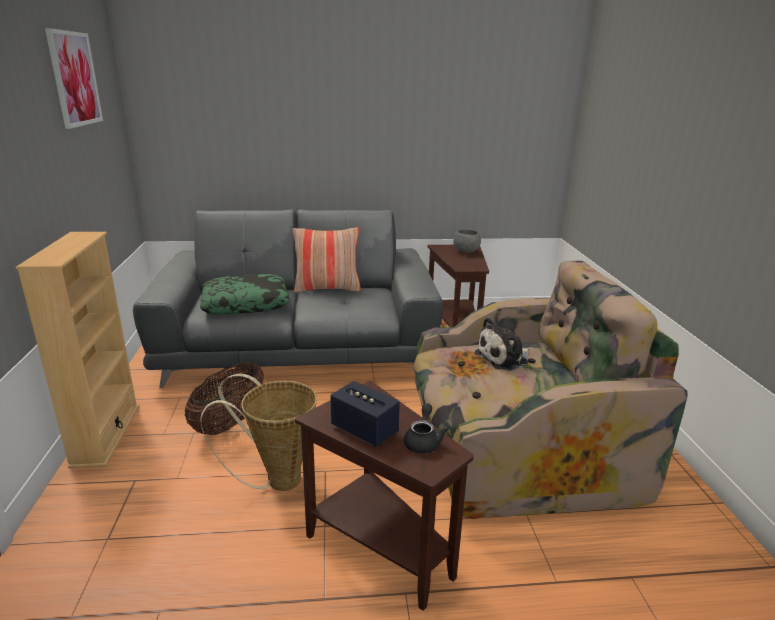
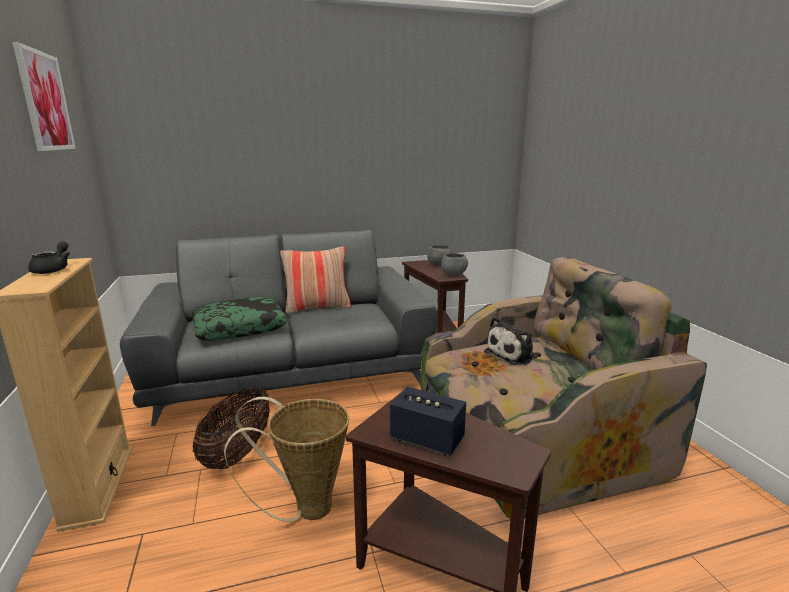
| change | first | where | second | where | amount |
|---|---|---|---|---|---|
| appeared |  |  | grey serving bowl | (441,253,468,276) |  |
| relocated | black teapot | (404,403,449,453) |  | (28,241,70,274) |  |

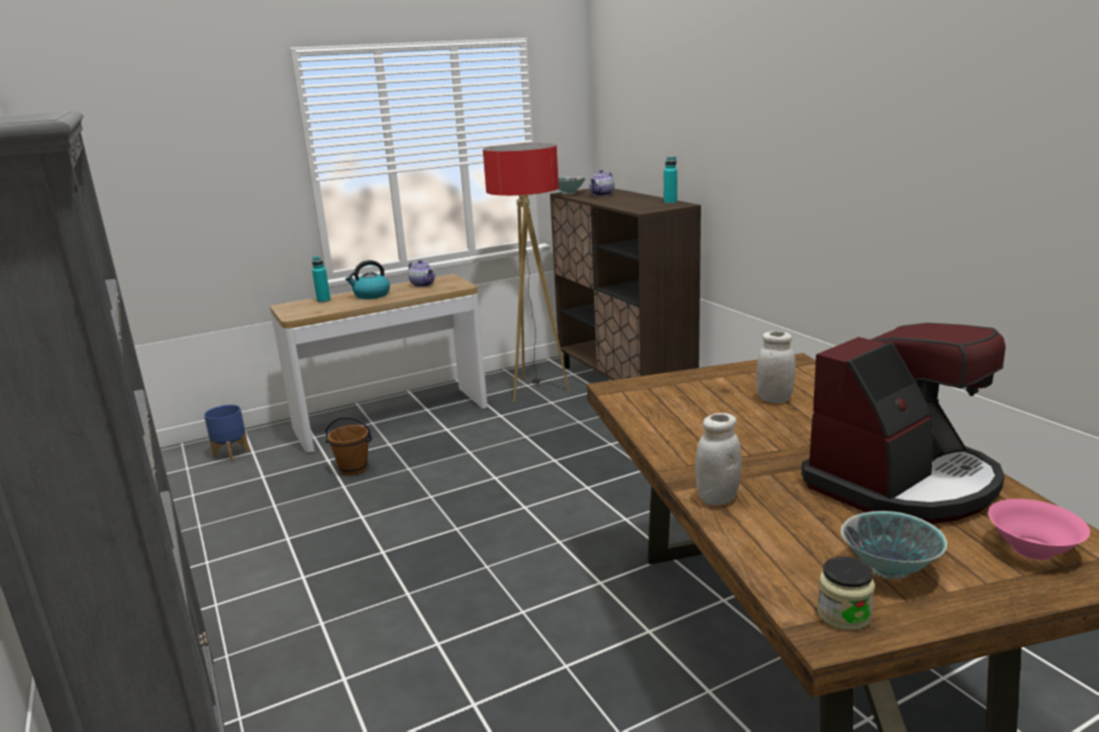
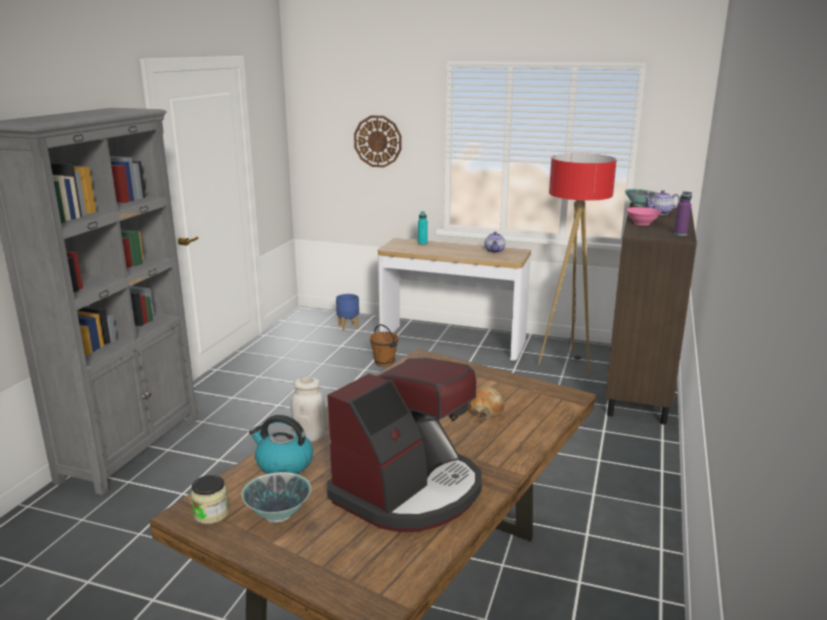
| change | first | where | second | where | amount |
|---|---|---|---|---|---|
| appeared |  |  | hanging clock | (354,115,402,167) |  |
| relocated | tea kettle | (346,260,390,299) |  | (249,415,313,474) |  |
| relocated | pinkish serving bowl | (988,499,1090,560) |  | (626,207,662,225) |  |
| exchanged | white-coloured jar | (756,331,795,403) | bread | (467,386,505,418) |  |
| colour | blue-green beverage bottle | (664,157,677,204) | purplish beverage bottle | (674,191,692,236) |  |
| spun | coffee maker | (801,323,1006,524) |  | (327,358,482,532) | 60 degrees counterclockwise |

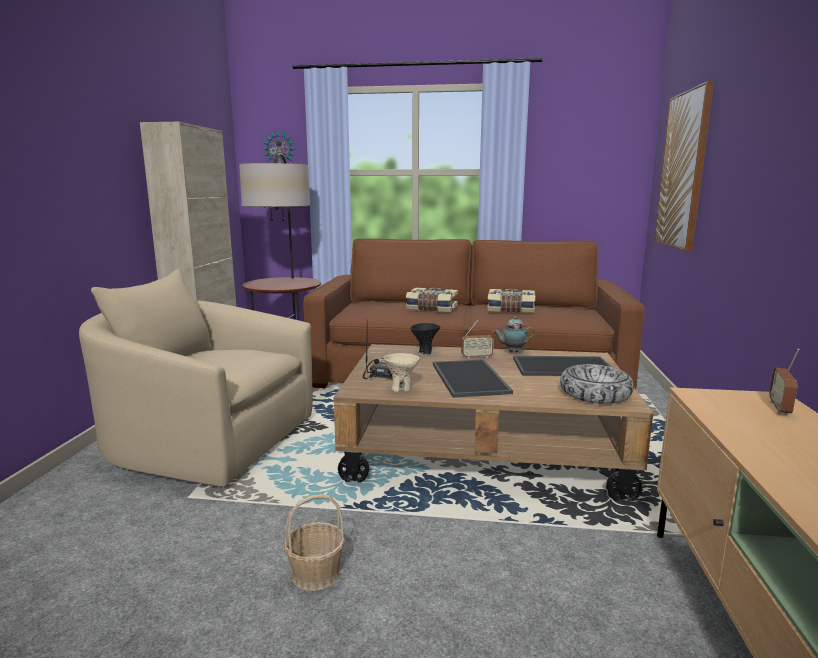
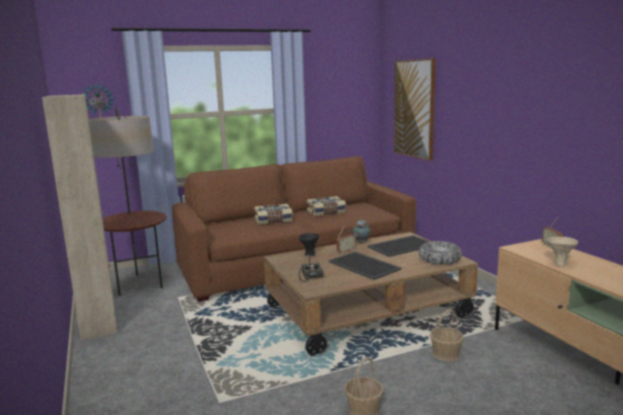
| change | first | where | second | where | amount |
|---|---|---|---|---|---|
| missing | sand-coloured armchair | (79,269,313,487) |  |  |  |
| appeared |  |  | storage basket | (430,310,464,362) |  |
| relocated | sand-coloured serving bowl | (384,353,419,392) |  | (547,237,578,267) |  |

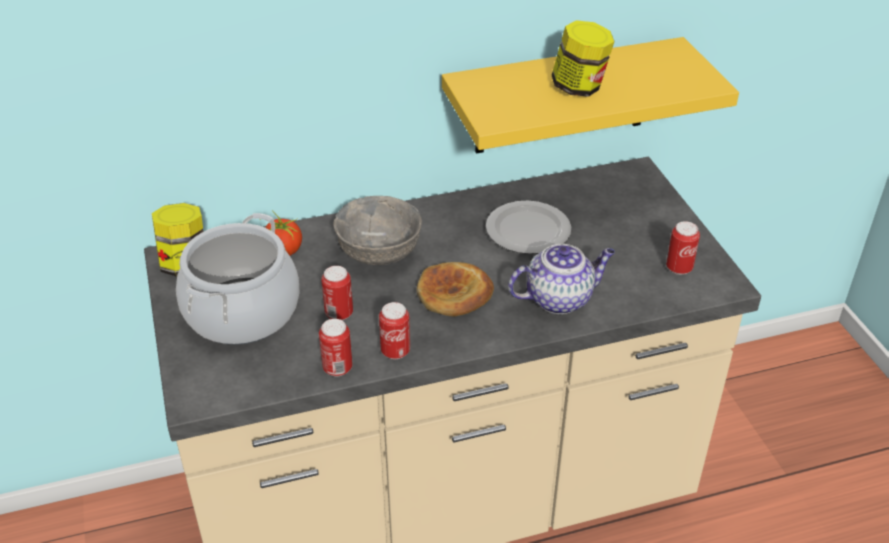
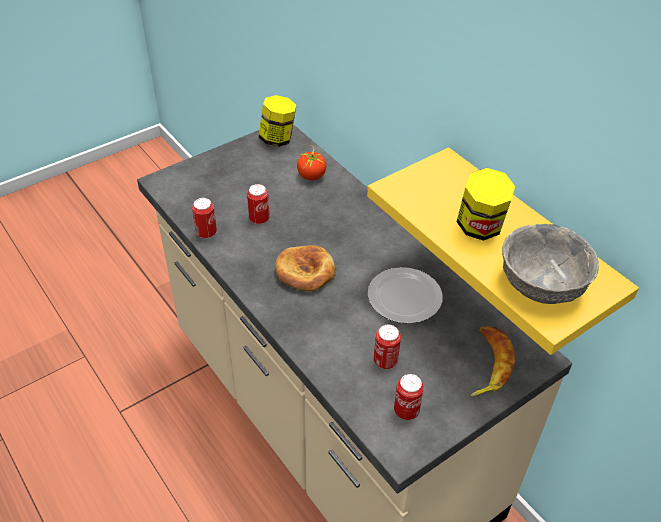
| change | first | where | second | where | amount |
|---|---|---|---|---|---|
| missing | stockpot | (176,213,299,345) |  |  |  |
| missing | teapot | (508,244,615,314) |  |  |  |
| appeared |  |  | banana fruit | (471,326,515,397) |  |
| relocated | grey serving bowl | (333,196,422,265) |  | (502,224,599,304) |  |
| relocated | sealed can | (379,302,410,359) |  | (374,325,401,369) |  |

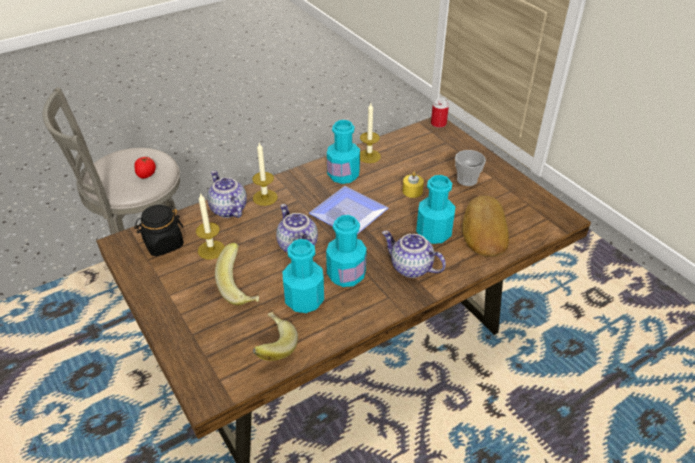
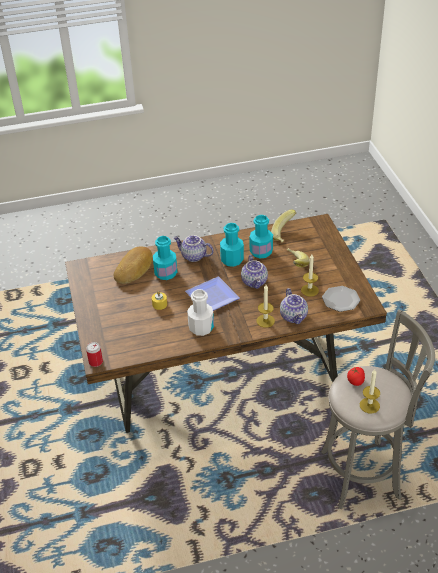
| change | first | where | second | where | amount |
|---|---|---|---|---|---|
| missing | small cup | (455,150,486,186) |  |  |  |
| relocated | wax light | (360,103,381,163) |  | (360,369,380,413) |  |
| exchanged | black jar | (134,205,184,256) | dinner plate | (322,286,360,312) |  |
| colour | blue-green beverage bottle | (327,120,360,184) | white-coloured beverage bottle | (187,289,214,336) |  |
| spun | teapot | (382,231,446,278) |  | (173,235,214,262) | 150 degrees clockwise |

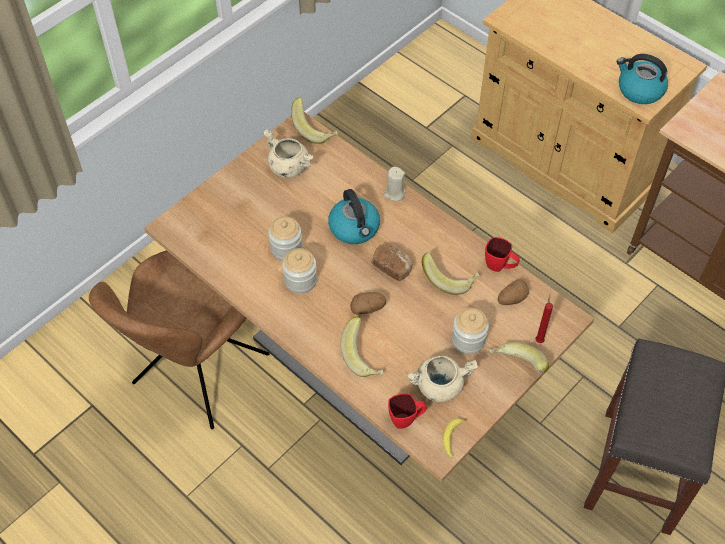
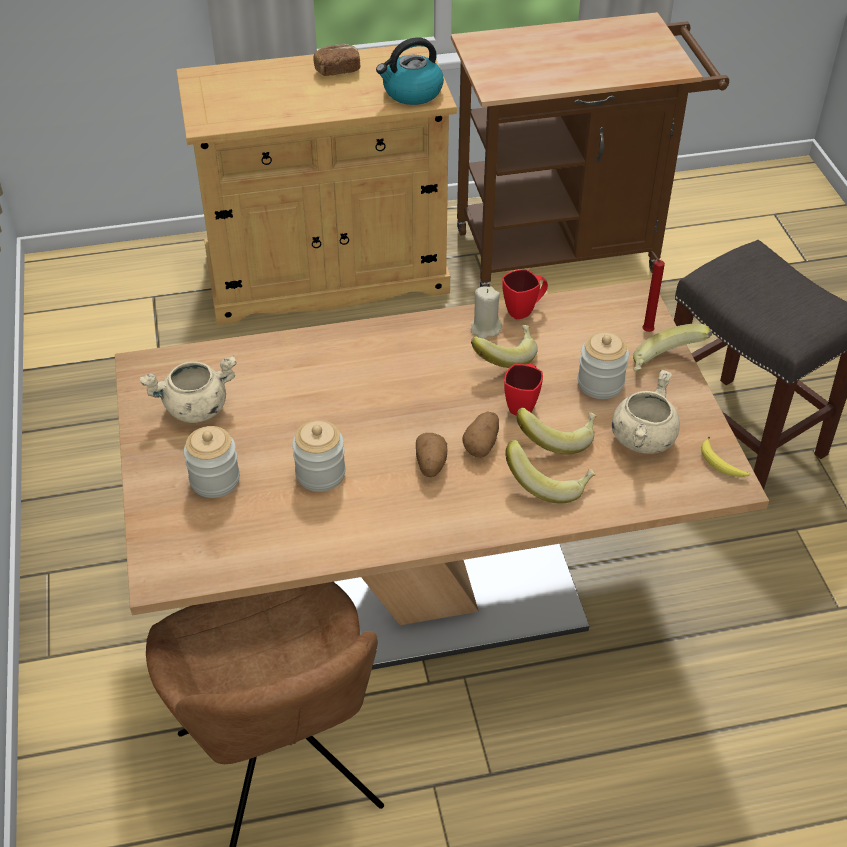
| change | first | where | second | where | amount |
|---|---|---|---|---|---|
| missing | tea kettle | (328,189,380,244) |  |  |  |
| relocated | jar | (282,248,317,294) |  | (184,426,240,498) |  |
| relocated | banana fruit | (291,98,338,144) |  | (516,408,597,455) |  |
| relocated | bread | (371,245,412,281) |  | (313,44,360,76) |  |
| relocated | sand-coloured wax light | (384,167,406,201) |  | (471,286,502,339) |  |
| relocated | red mug | (388,393,427,429) |  | (504,364,543,416) |  |
| relocated | whole potato | (498,279,529,305) |  | (416,433,448,477) |  |

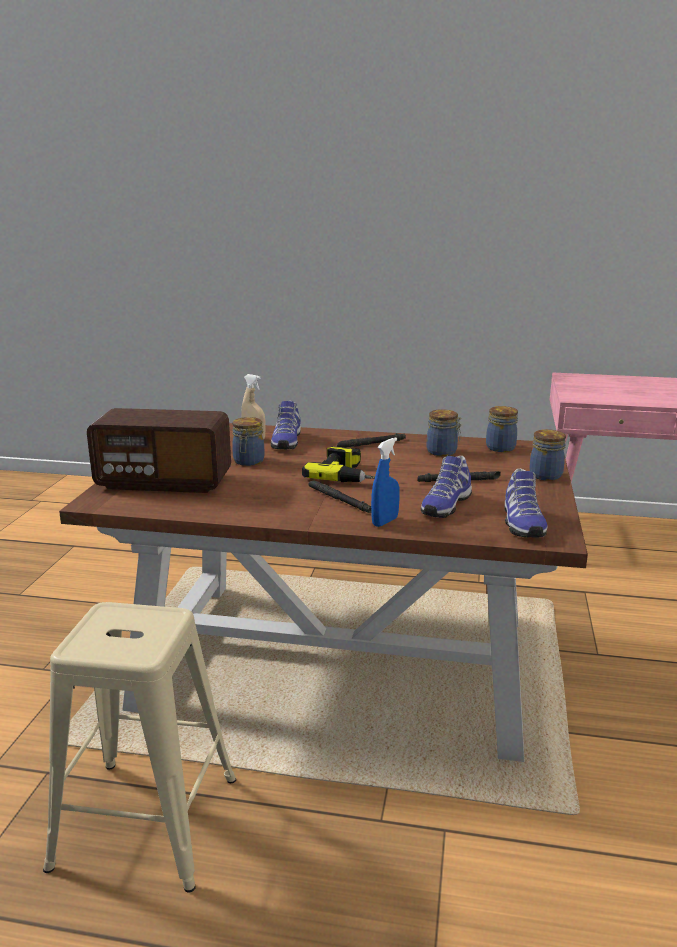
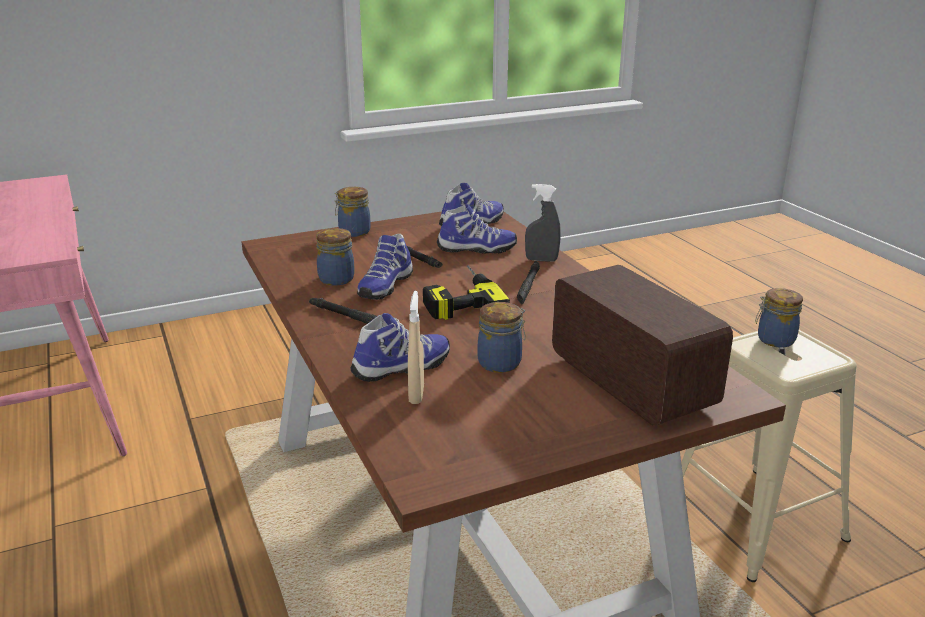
| change | first | where | second | where | amount |
|---|---|---|---|---|---|
| appeared |  |  | item of footwear | (357,234,413,300) |  |
| relocated | jar | (486,406,518,452) |  | (755,288,803,348) |  |
| colour | blue sprayer | (371,437,400,527) | grey sprayer | (525,184,561,262) |  |

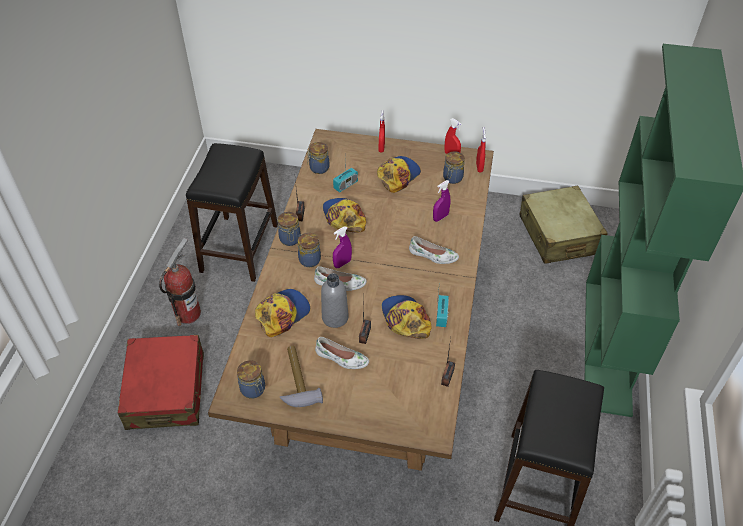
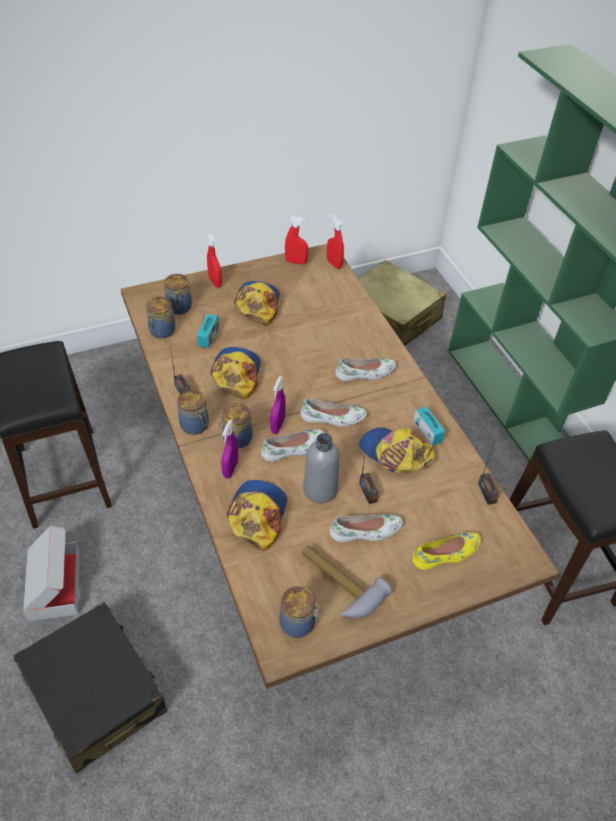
| change | first | where | second | where | amount |
|---|---|---|---|---|---|
| appeared |  |  | white-coloured item of footwear | (300,399,367,427) |  |
| appeared |  |  | yellow item of footwear | (412,532,481,570) |  |
| relocated | purplish sprayer | (433,180,450,222) |  | (221,420,238,478) |  |
| relocated | jar | (443,152,465,184) |  | (164,274,192,315) |  |
| exchanged | fire-fighting cylinder | (159,238,201,326) | cardboard box | (23,526,80,621) |  |
| colour | red travel case | (118,335,204,430) | black travel case | (13,602,167,774) |  |
| spun | peaked cap | (323,198,366,233) |  | (210,347,261,399) | 60 degrees clockwise |

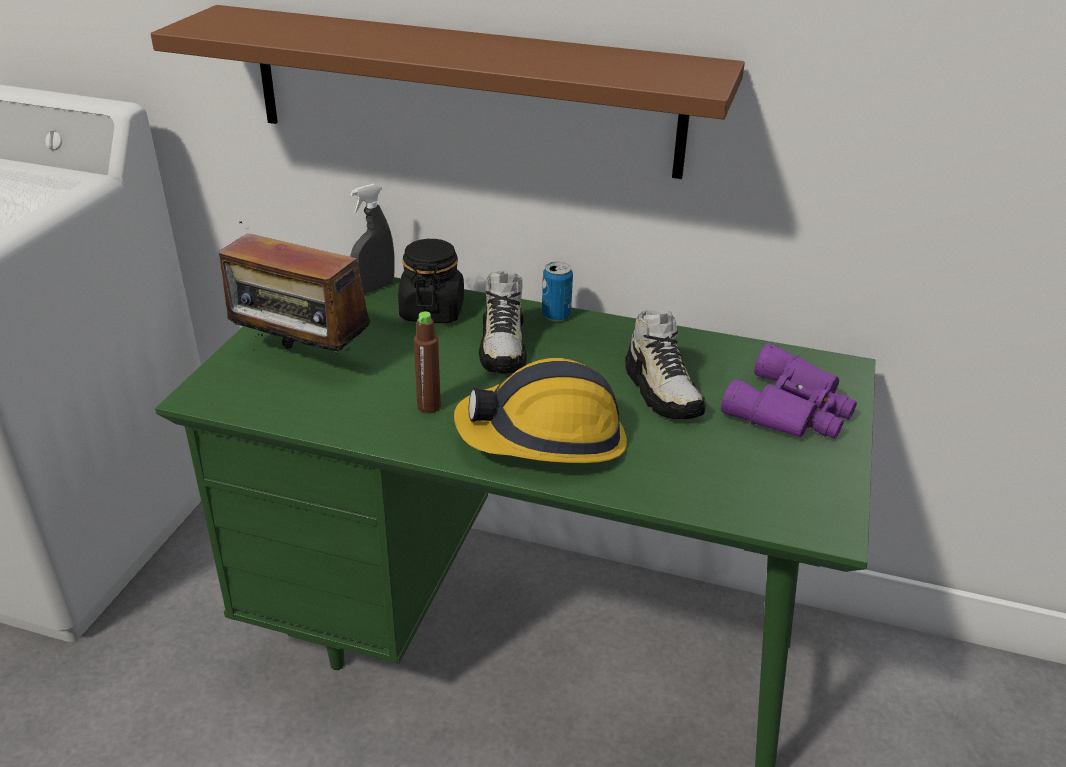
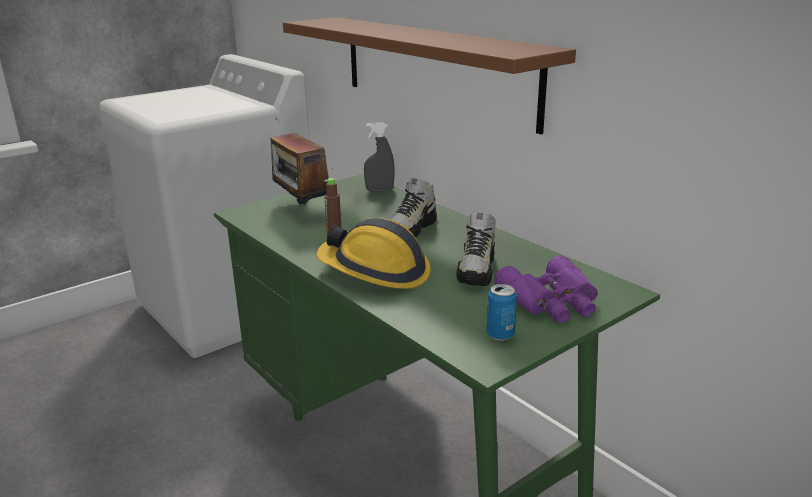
| change | first | where | second | where | amount |
|---|---|---|---|---|---|
| missing | black jar | (398,239,464,323) |  |  |  |
| relocated | sealed can | (542,262,573,321) |  | (487,284,517,341) |  |

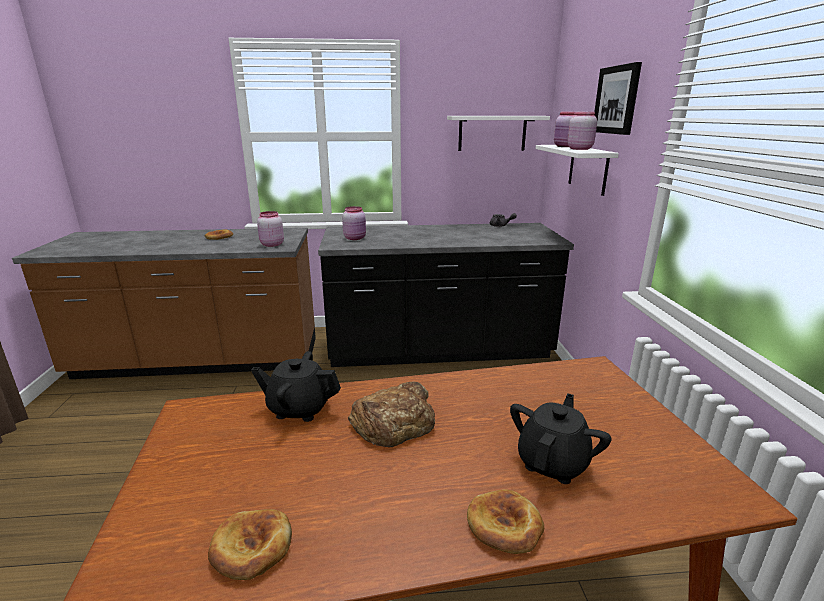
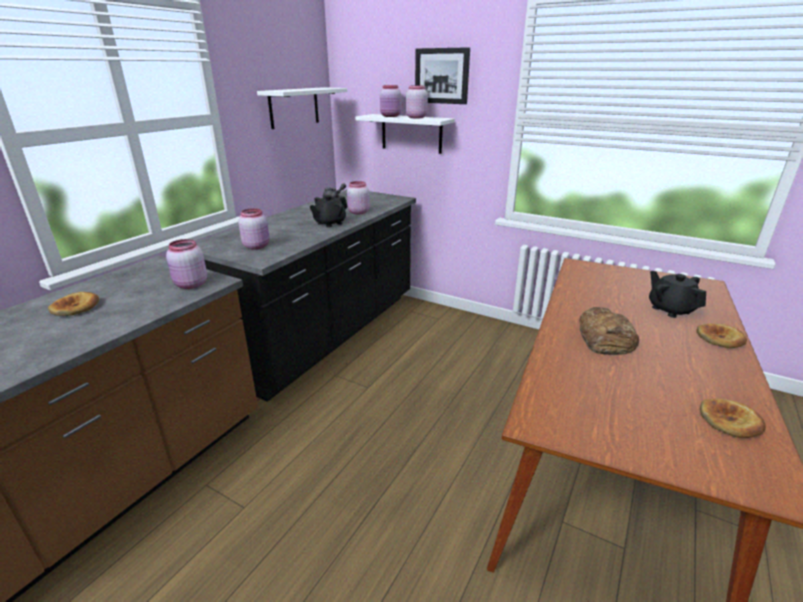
| change | first | where | second | where | amount |
|---|---|---|---|---|---|
| appeared |  |  | pinkish jar | (347,181,370,214) |  |
| relocated | black teapot | (251,351,341,422) |  | (310,195,348,227) |  |

